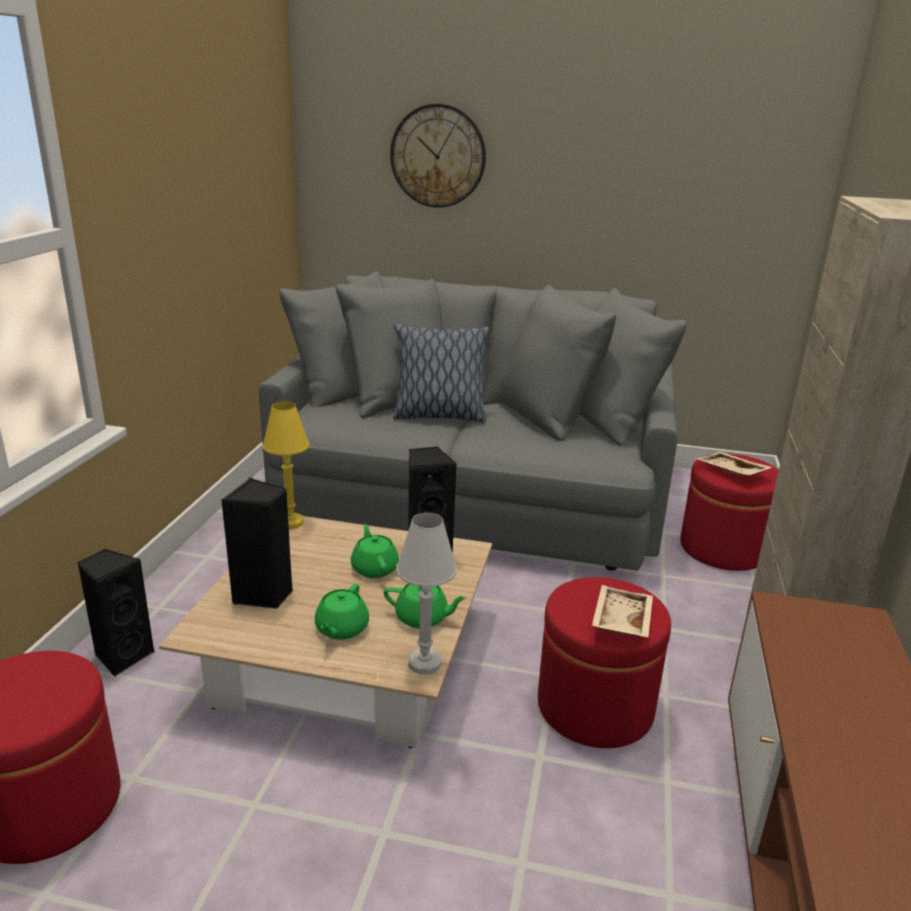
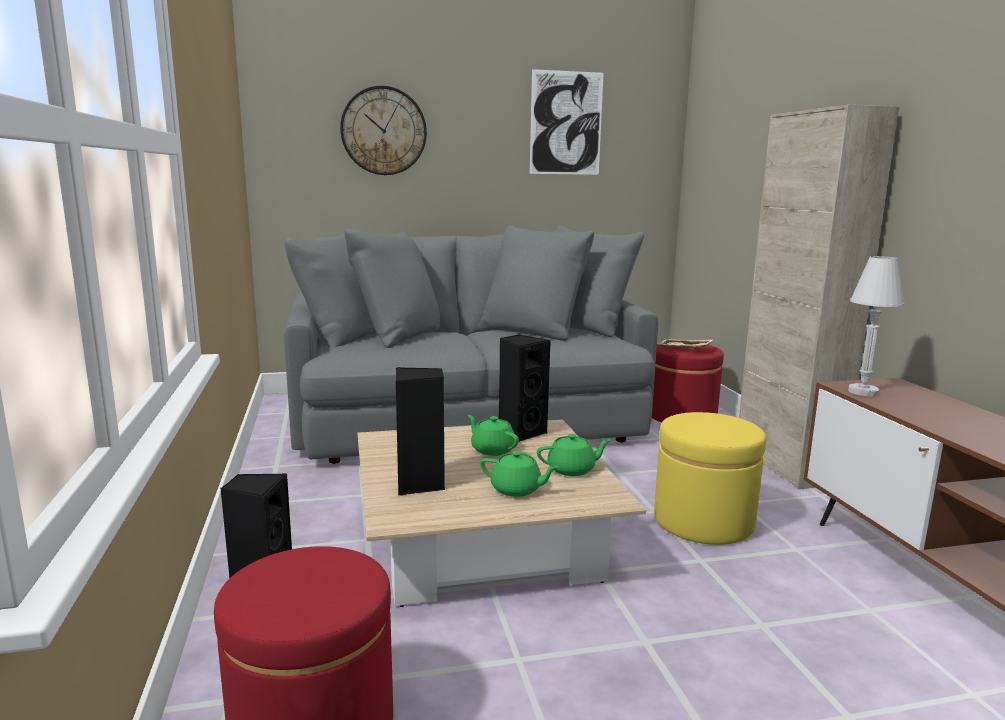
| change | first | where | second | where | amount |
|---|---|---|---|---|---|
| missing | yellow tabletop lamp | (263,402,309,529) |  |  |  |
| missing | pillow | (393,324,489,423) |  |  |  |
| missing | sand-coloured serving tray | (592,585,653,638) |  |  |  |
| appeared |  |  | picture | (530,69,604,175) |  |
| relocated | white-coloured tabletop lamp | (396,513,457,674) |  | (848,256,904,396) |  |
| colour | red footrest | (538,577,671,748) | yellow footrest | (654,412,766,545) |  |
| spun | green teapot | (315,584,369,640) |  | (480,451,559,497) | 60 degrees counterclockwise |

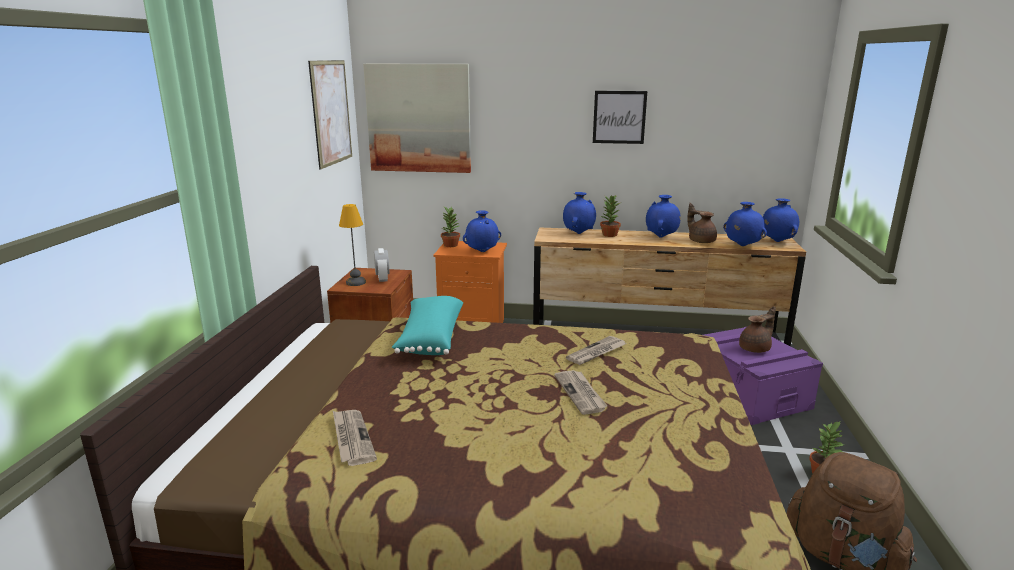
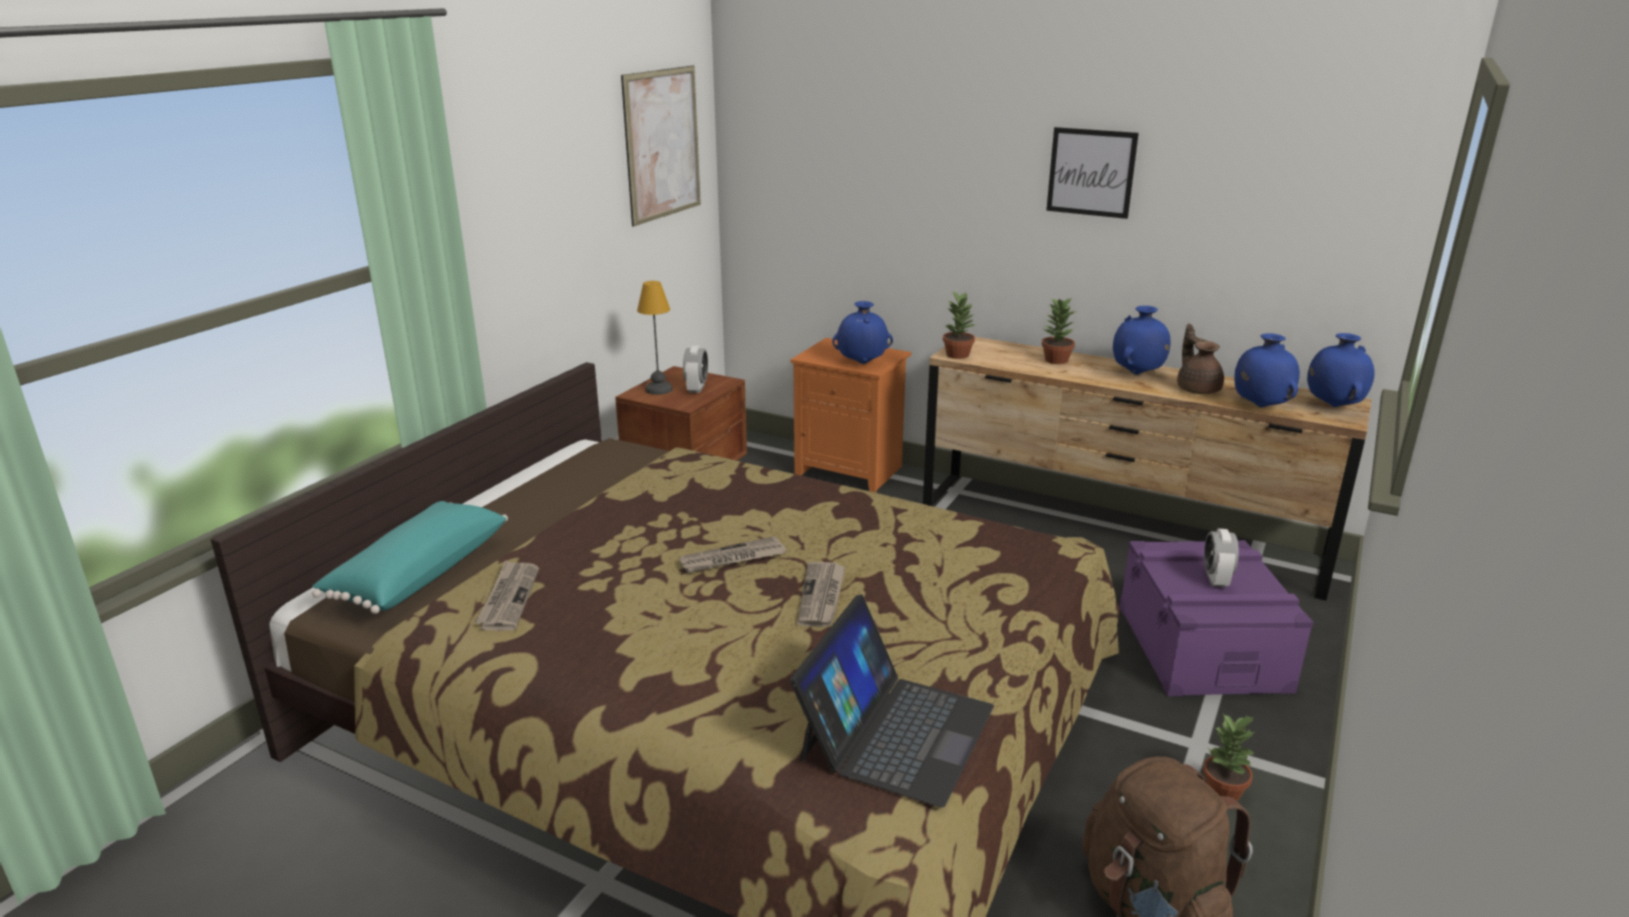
| change | first | where | second | where | amount |
|---|---|---|---|---|---|
| missing | picture | (363,64,471,173) |  |  |  |
| missing | blue decorative vase | (563,192,596,234) |  |  |  |
| appeared |  |  | laptop | (790,594,994,808) |  |
| relocated | blue-green pillow | (392,296,463,355) |  | (312,501,508,614) |  |
| relocated | houseplant | (441,207,460,247) |  | (943,290,975,359) |  |
| relocated | printed paper | (566,336,626,365) |  | (679,536,786,573) |  |
| exchanged | brown teapot | (739,306,776,353) | alarm clock | (1204,529,1239,587) |  |

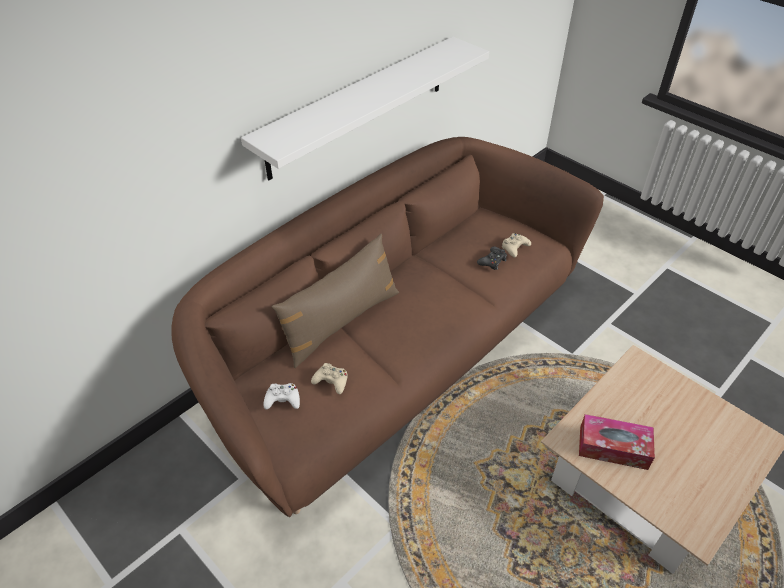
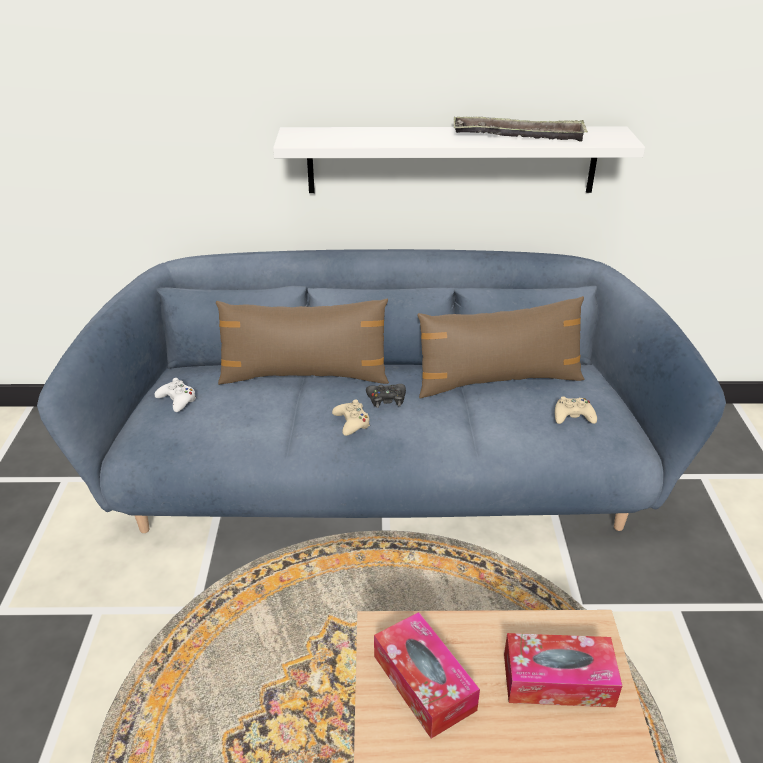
| change | first | where | second | where | amount |
|---|---|---|---|---|---|
| appeared |  |  | brown pillow | (417,296,584,399) |  |
| appeared |  |  | serving tray | (454,116,588,141) |  |
| appeared |  |  | tissue holder | (504,633,622,707) |  |
| relocated | sand-coloured gamepad | (311,363,348,394) |  | (332,400,370,436) |  |
| relocated | black gamepad | (477,246,507,270) |  | (366,384,406,408) |  |
| colour | brown sofa | (171,137,604,517) | blue sofa | (37,249,726,533) |  |

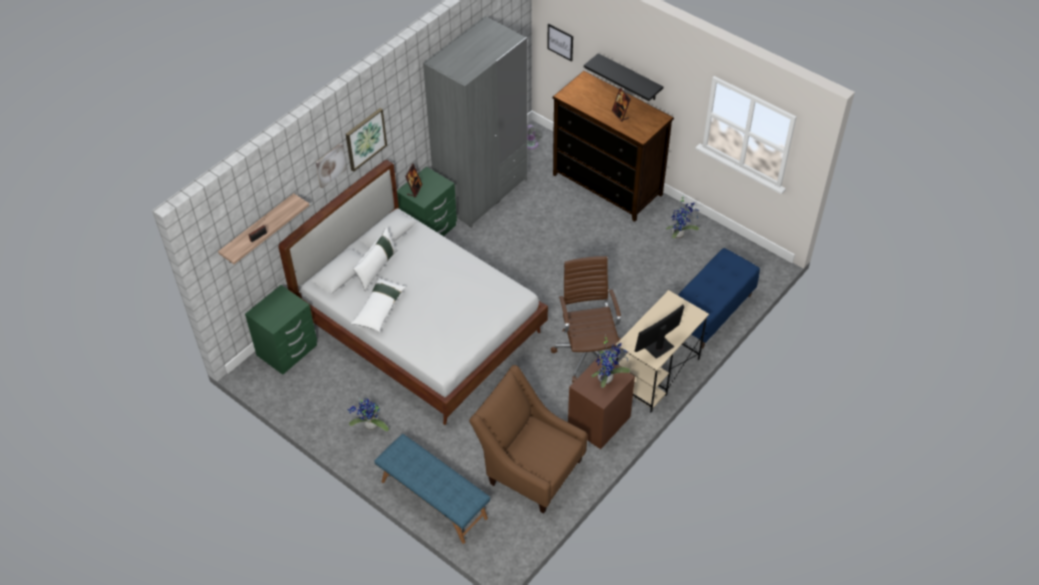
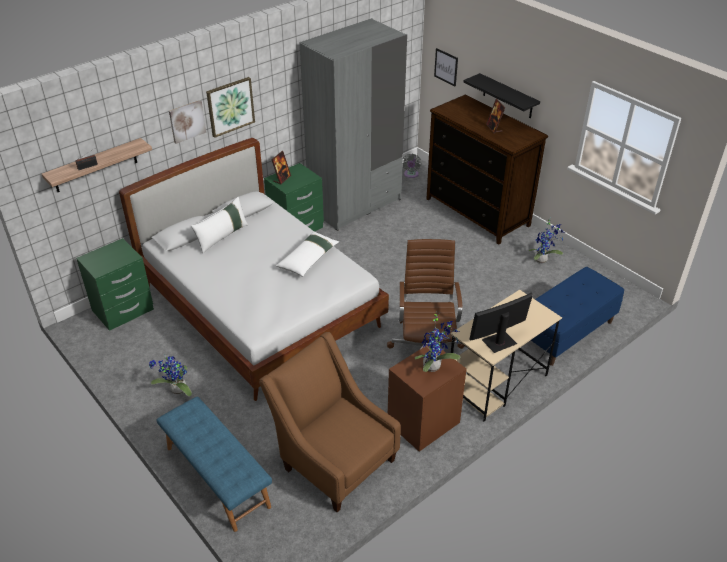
| change | first | where | second | where | amount |
|---|---|---|---|---|---|
| relocated | white-coloured pillow | (351,277,406,332) |  | (276,231,339,277) |  |

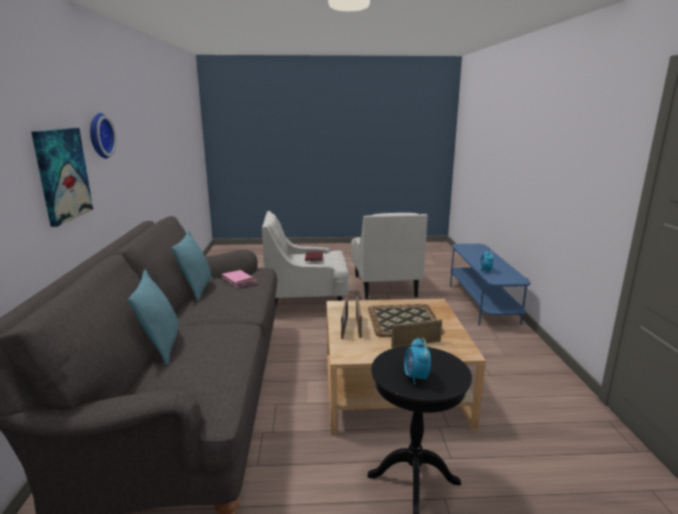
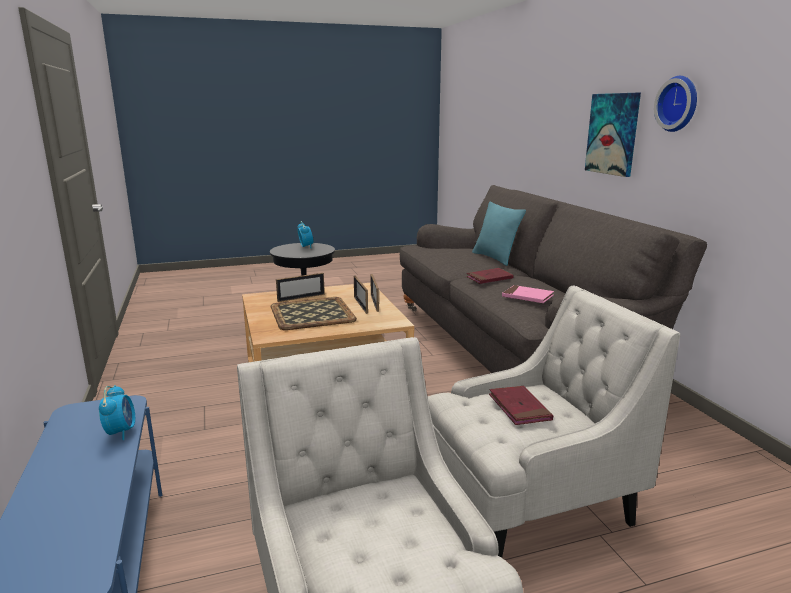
| change | first | where | second | where | amount |
|---|---|---|---|---|---|
| missing | blue-green pillow | (171,231,212,301) |  |  |  |
| appeared |  |  | red book | (466,268,514,284) |  |

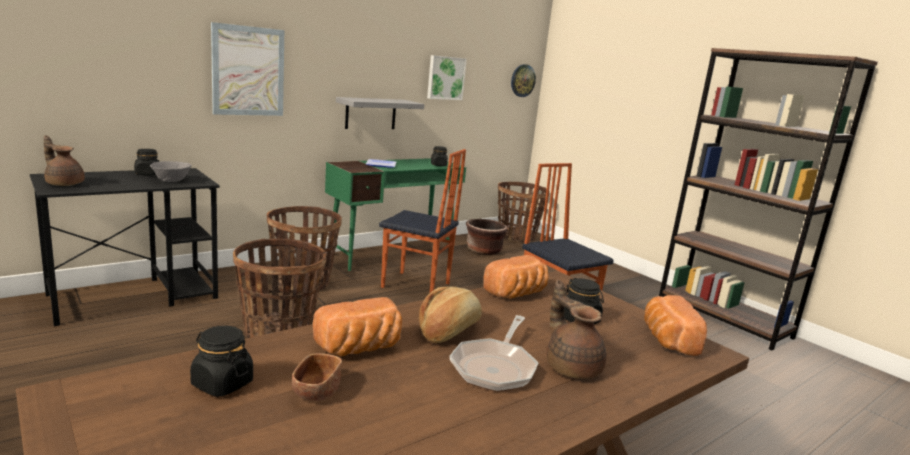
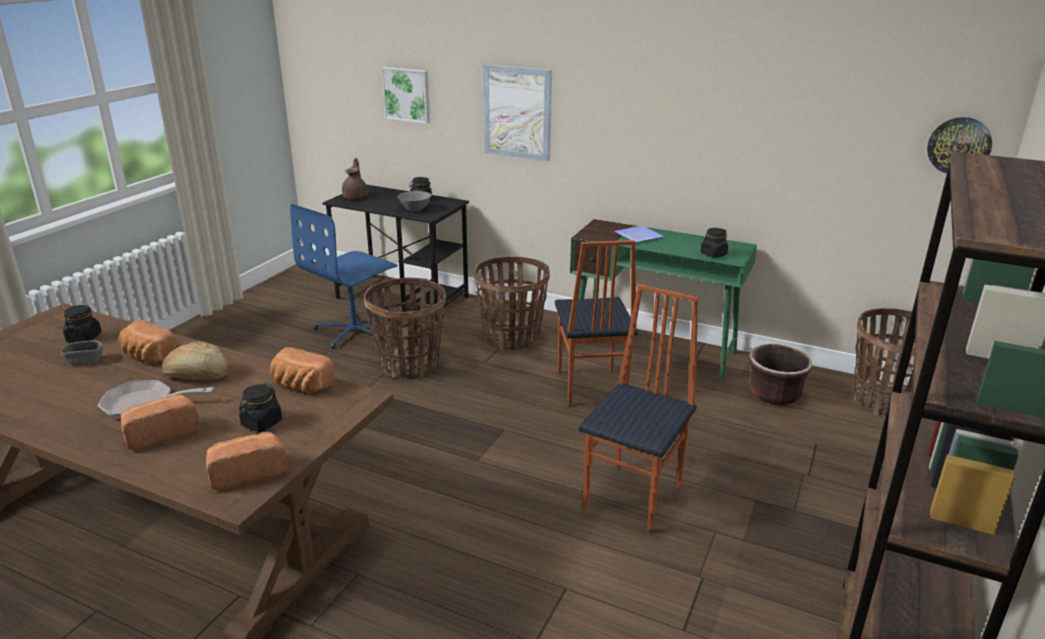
| change | first | where | second | where | amount |
|---|---|---|---|---|---|
| missing | grey bracket shelf | (336,97,424,129) |  |  |  |
| appeared |  |  | blue desk chair | (290,204,397,348) |  |
| relocated | picture | (427,55,467,100) |  | (381,67,430,124) |  |
| exchanged | brown teapot | (547,280,606,379) | bread | (121,394,200,450) |  |
| colour | brown serving bowl | (292,353,342,401) | grey serving bowl | (61,340,103,366) |  |

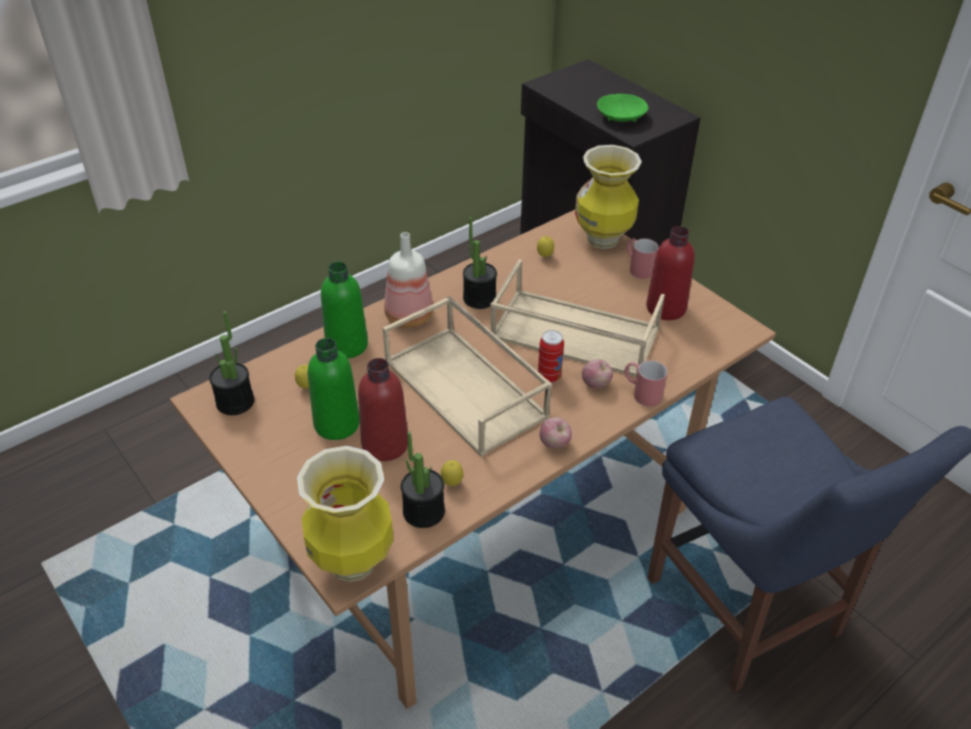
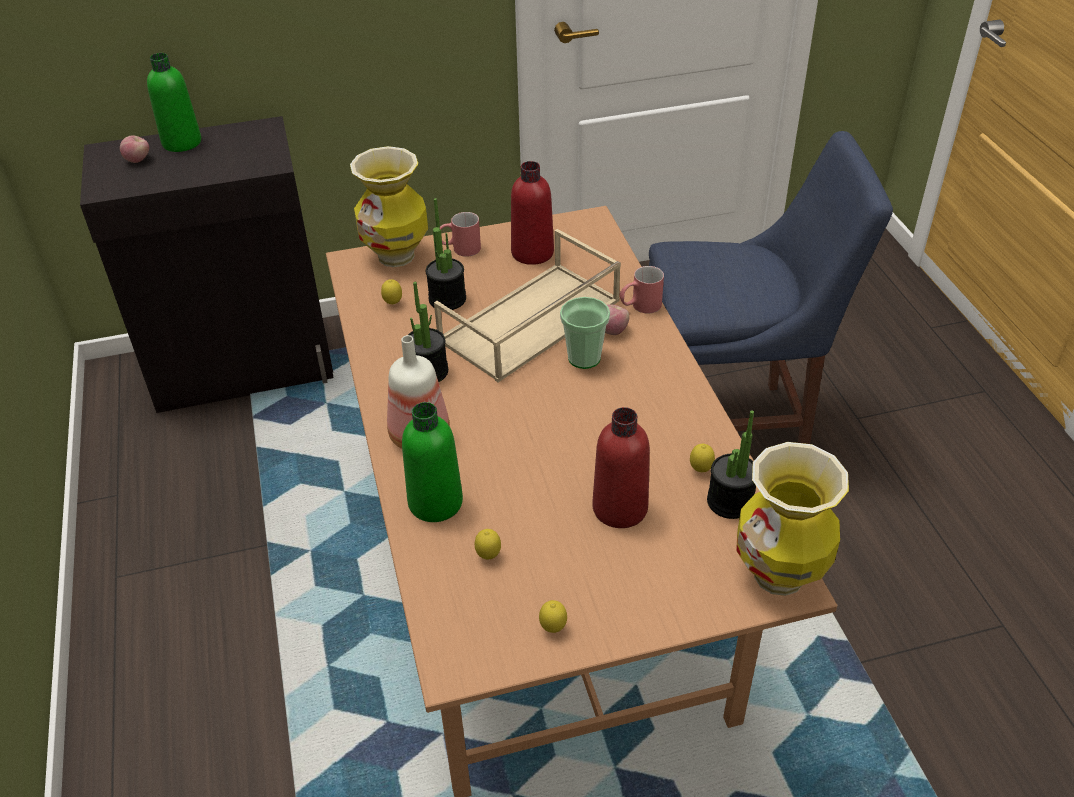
| change | first | where | second | where | amount |
|---|---|---|---|---|---|
| missing | sand-coloured serving tray | (383,296,552,457) |  |  |  |
| missing | green serving bowl | (597,94,649,122) |  |  |  |
| appeared |  |  | citrus fruit | (539,600,567,633) |  |
| relocated | houseplant | (209,311,254,415) |  | (426,198,466,310) |  |
| relocated | green beverage bottle | (308,338,360,440) |  | (147,53,201,152) |  |
| relocated | apple | (539,418,572,448) |  | (120,135,149,163) |  |
| exchanged | sealed can | (538,330,564,383) | small cup | (560,297,610,369) |  |

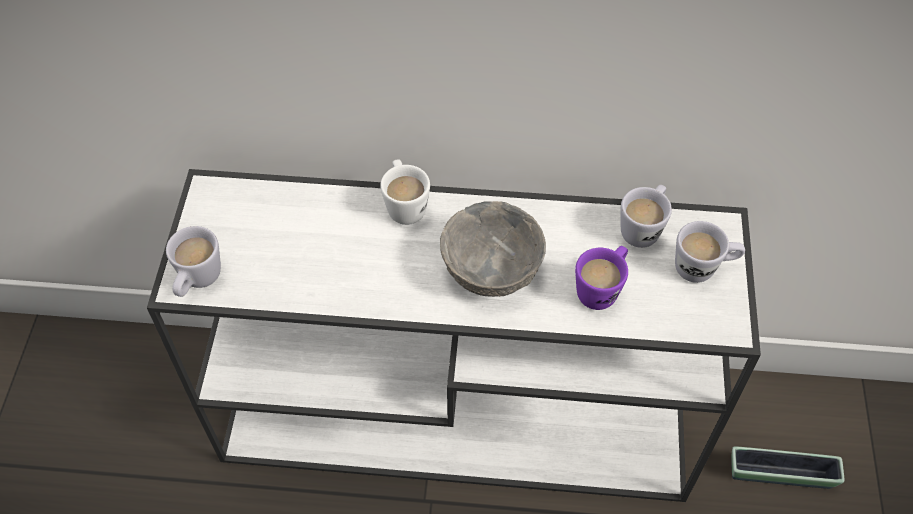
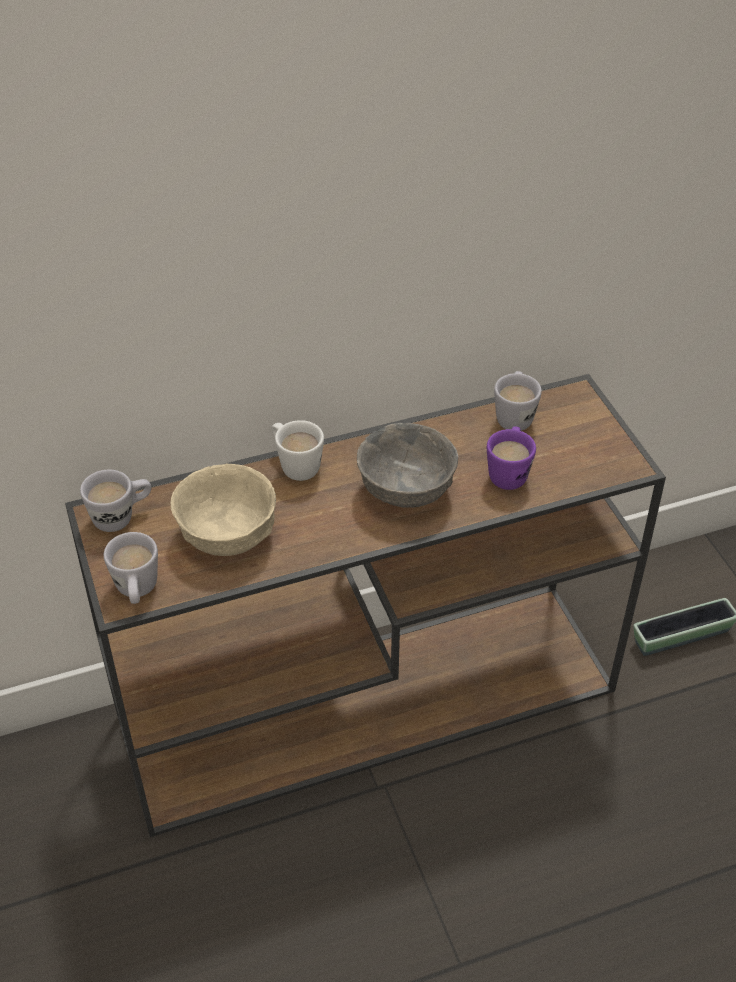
| change | first | where | second | where | amount |
|---|---|---|---|---|---|
| appeared |  |  | sand-coloured serving bowl | (171,464,276,556) |  |
| relocated | white-coloured mug | (675,221,745,283) |  | (80,470,151,532) |  |
| colour | white-coloured hall table | (147,169,761,502) | brown hall table | (65,374,666,837) |  |

